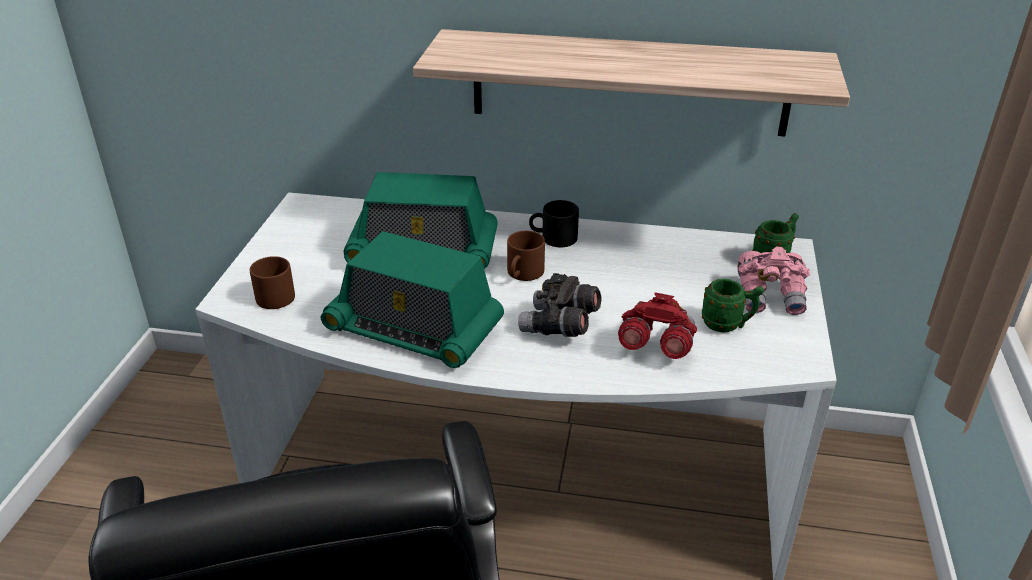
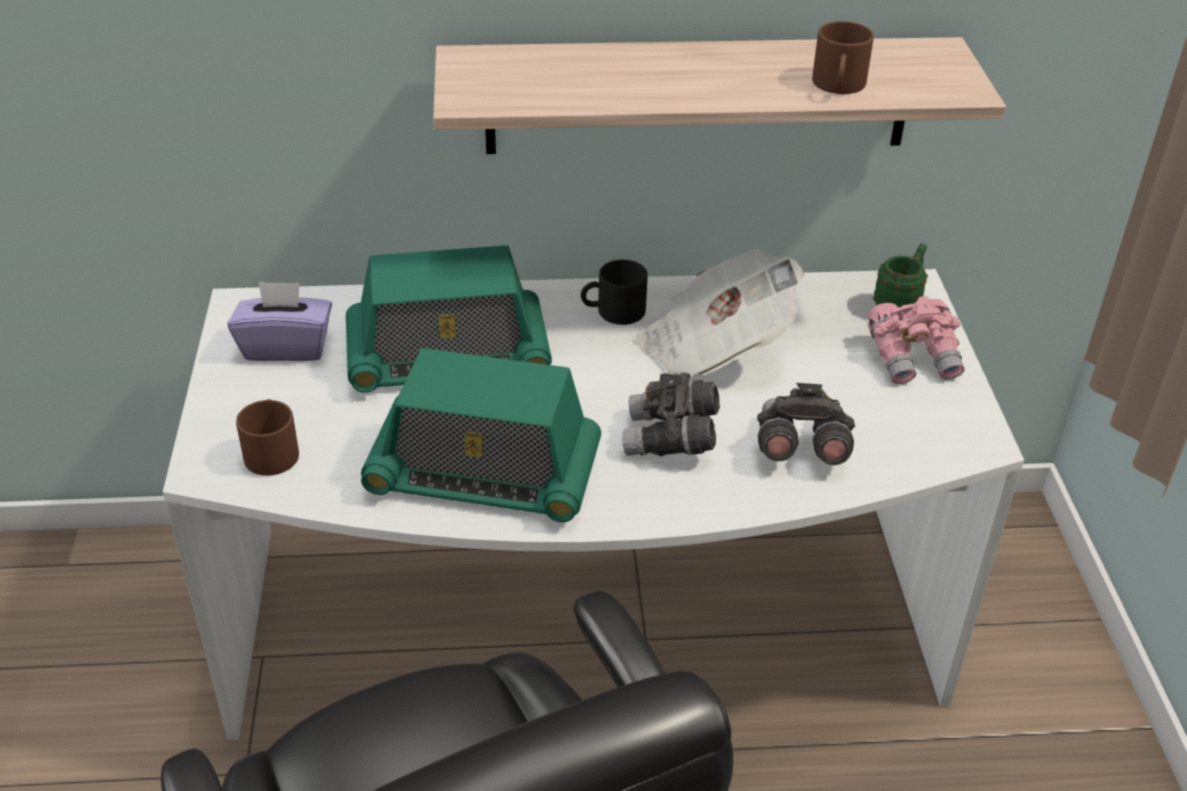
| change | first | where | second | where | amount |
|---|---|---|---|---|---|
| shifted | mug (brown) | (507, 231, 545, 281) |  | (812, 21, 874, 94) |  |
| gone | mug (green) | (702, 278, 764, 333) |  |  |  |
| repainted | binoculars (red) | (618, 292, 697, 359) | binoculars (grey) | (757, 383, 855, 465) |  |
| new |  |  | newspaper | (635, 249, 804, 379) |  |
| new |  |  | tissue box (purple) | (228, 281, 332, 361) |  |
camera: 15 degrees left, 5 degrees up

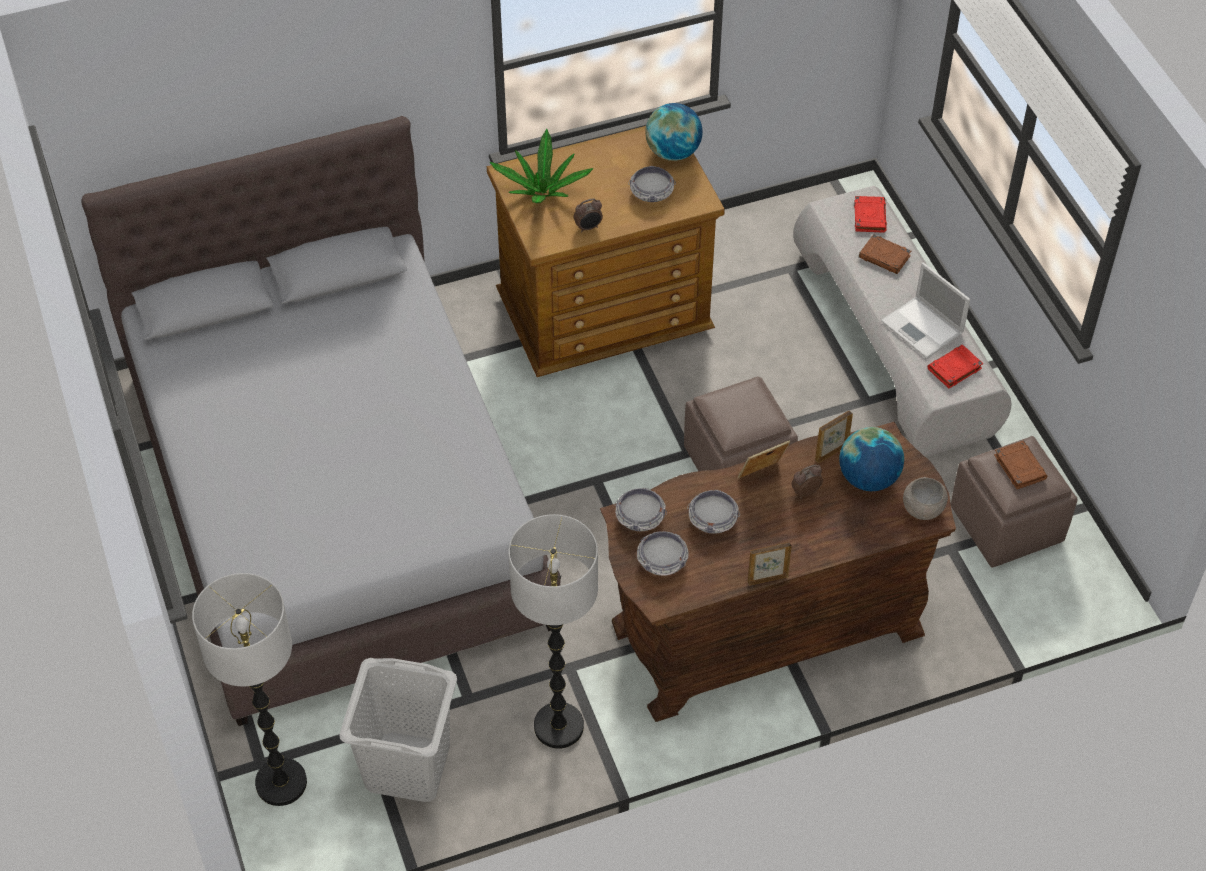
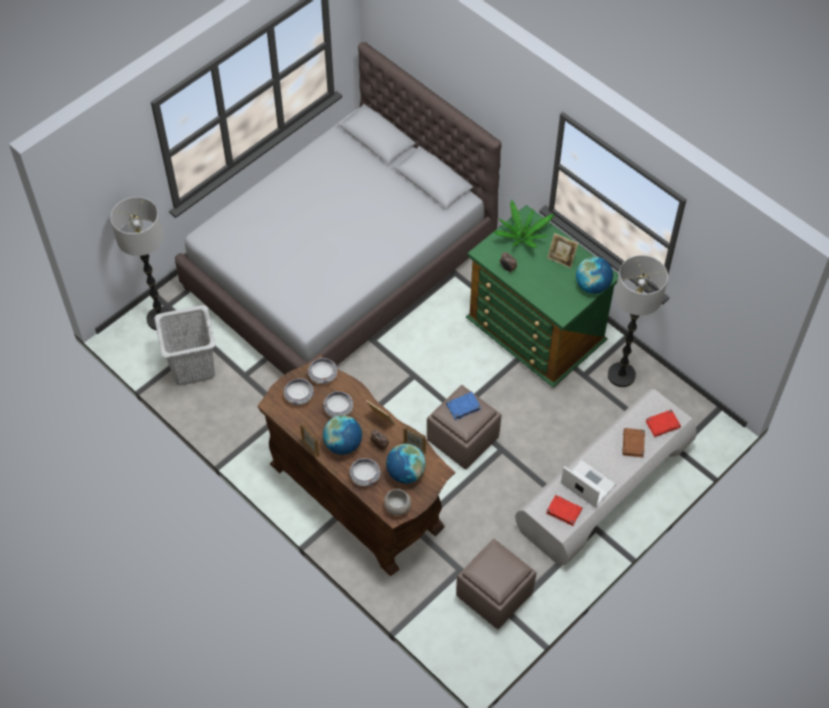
| change | first | where | second | where | amount |
|---|---|---|---|---|---|
| repainted | dresser (brown) | (487, 126, 725, 377) | dresser (green) | (466, 205, 619, 388) |  |
| shifted | bowl | (628, 166, 676, 202) |  | (349, 458, 380, 486) |  |
| rotated | laptop | (881, 262, 970, 359) |  | (561, 460, 616, 508) | 105 degrees clockwise |
| gone | book (brown) | (994, 441, 1047, 489) |  |  |  |
| shifted | floor lamp | (508, 514, 598, 749) |  | (608, 255, 668, 387) |  |
| new |  |  | picture frame | (547, 233, 578, 268) |  |
| new |  |  | book (blue) | (446, 392, 481, 420) |  |
| new |  |  | globe | (323, 415, 362, 455) |  |
camera: 65 degrees right, 5 degrees up

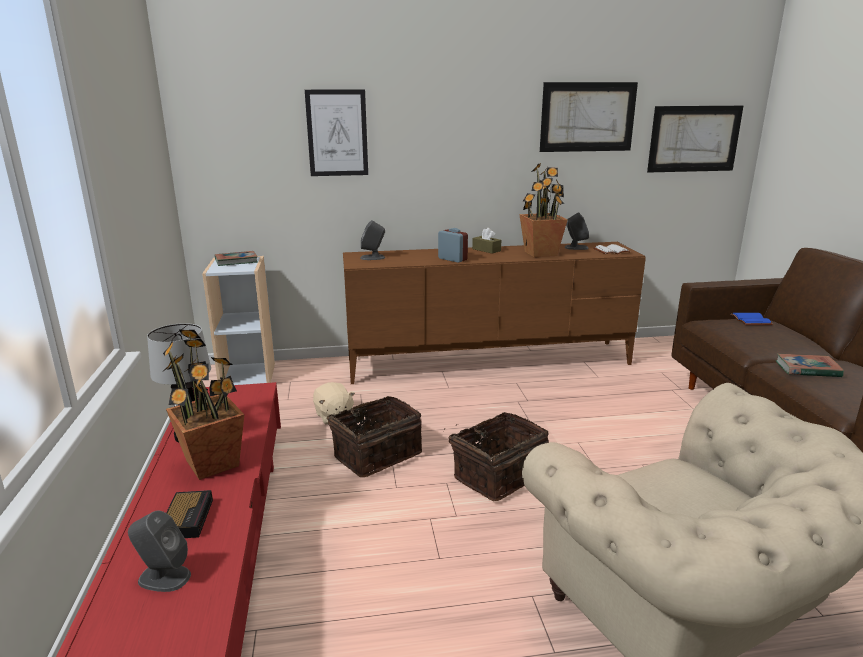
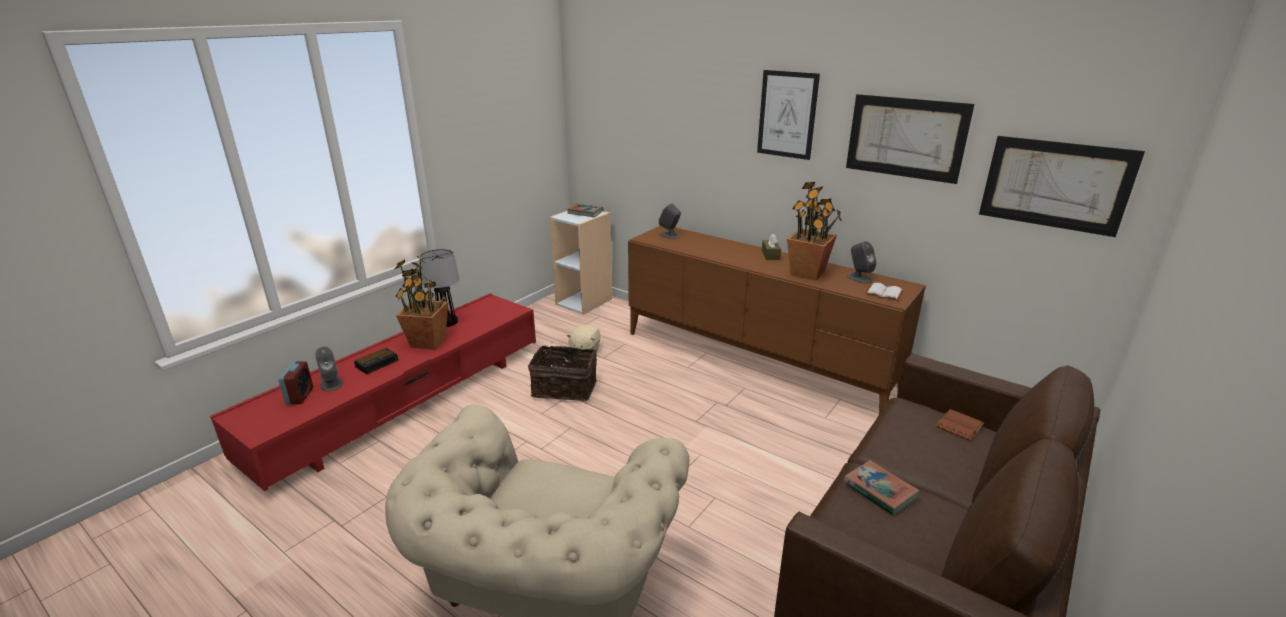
| change | first | where | second | where | amount |
|---|---|---|---|---|---|
| shifted | picture | (305, 89, 368, 176) |  | (757, 70, 820, 160) |  |
| shifted | alarm clock | (438, 228, 468, 263) |  | (278, 361, 313, 405) |  |
| repainted | book (blue) | (731, 313, 773, 325) | book (brown) | (935, 409, 984, 441) |  |
| gone | basket | (444, 412, 549, 501) |  |  |  |
camera: 45 degrees right, 5 degrees up

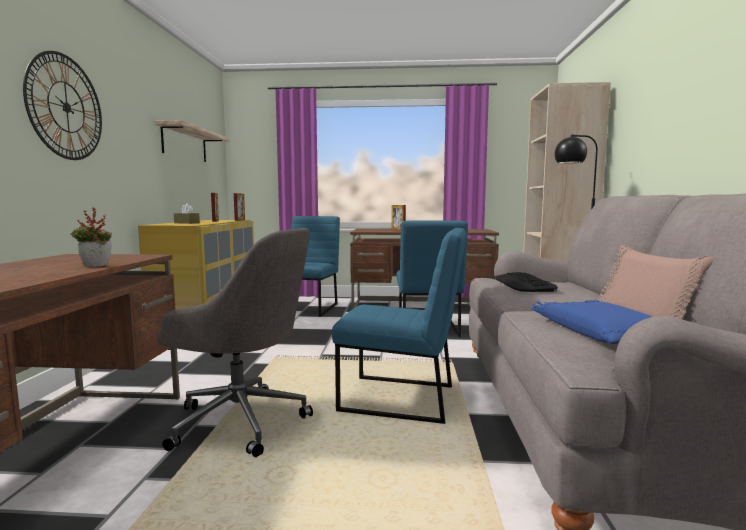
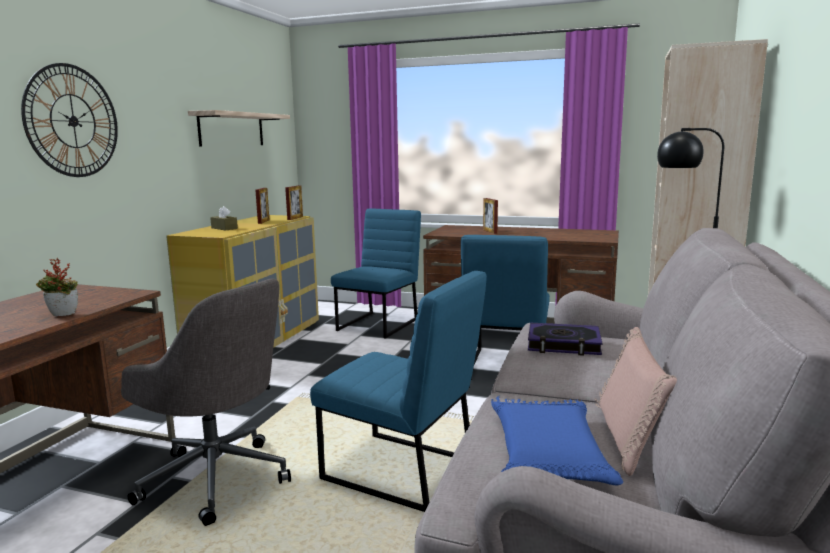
| change | first | where | second | where | amount |
|---|---|---|---|---|---|
| swapped | keyboard | (495, 272, 558, 292) | book | (528, 323, 602, 356) |  |
camera: 15 degrees right, 5 degrees up

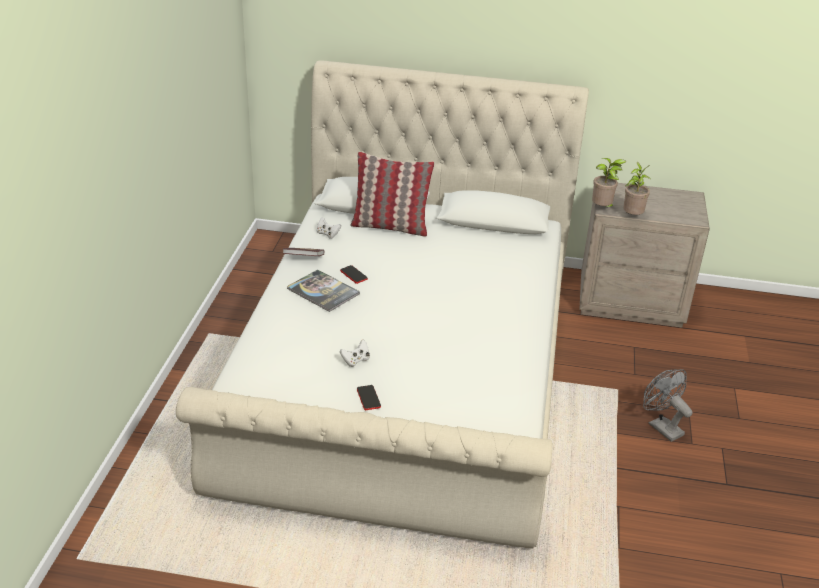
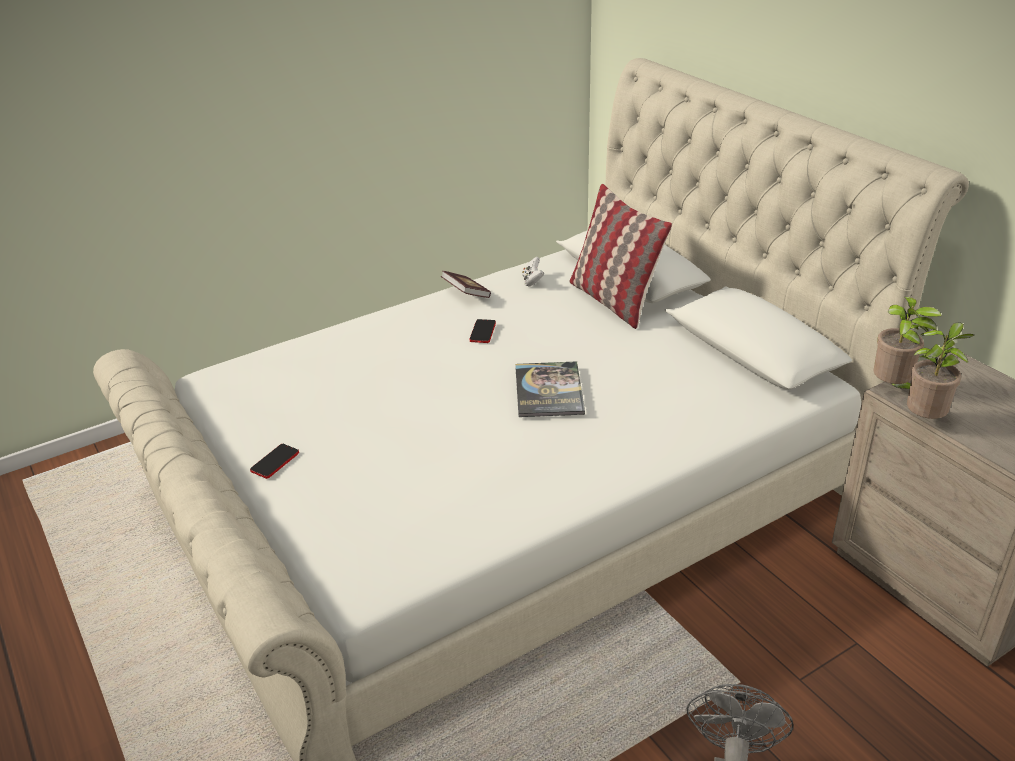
| change | first | where | second | where | amount |
|---|---|---|---|---|---|
| shifted | book | (287, 270, 360, 312) |  | (515, 361, 585, 417) |  |
| gone | game controller (white) | (340, 339, 370, 367) |  |  |  |
camera: 50 degrees right, 0 degrees up

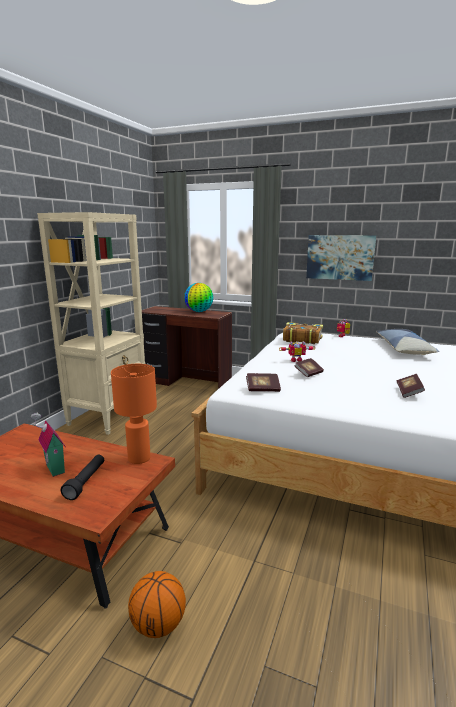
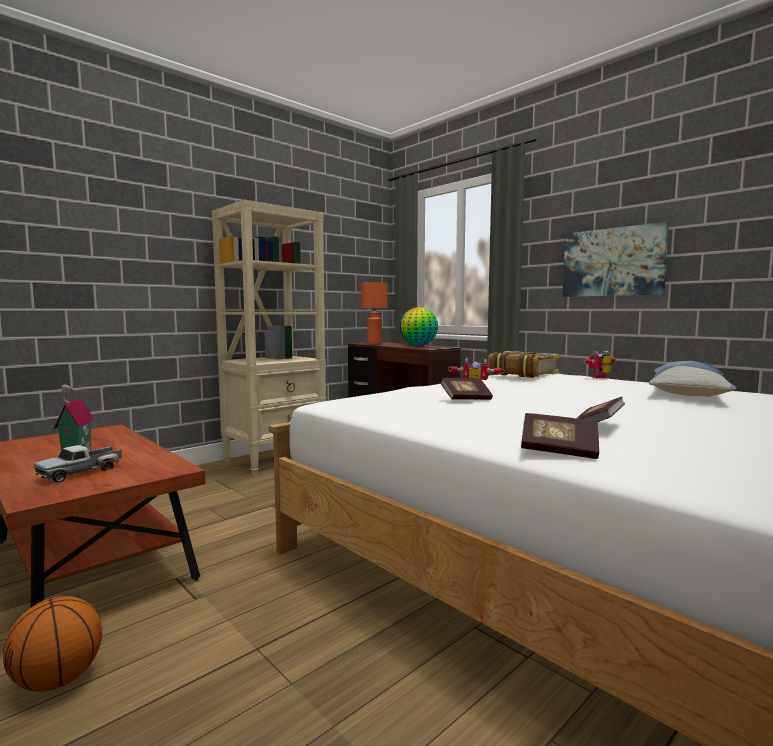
| change | first | where | second | where | amount |
|---|---|---|---|---|---|
| shifted | table lamp (orange) | (111, 364, 157, 464) |  | (361, 282, 388, 345) |  |
| shifted | book | (246, 373, 281, 392) |  | (521, 413, 599, 459) |  |
| swapped | flashlight (black) | (61, 455, 104, 500) | toy truck | (34, 445, 122, 483) |  |
camera: 25 degrees right, 10 degrees down

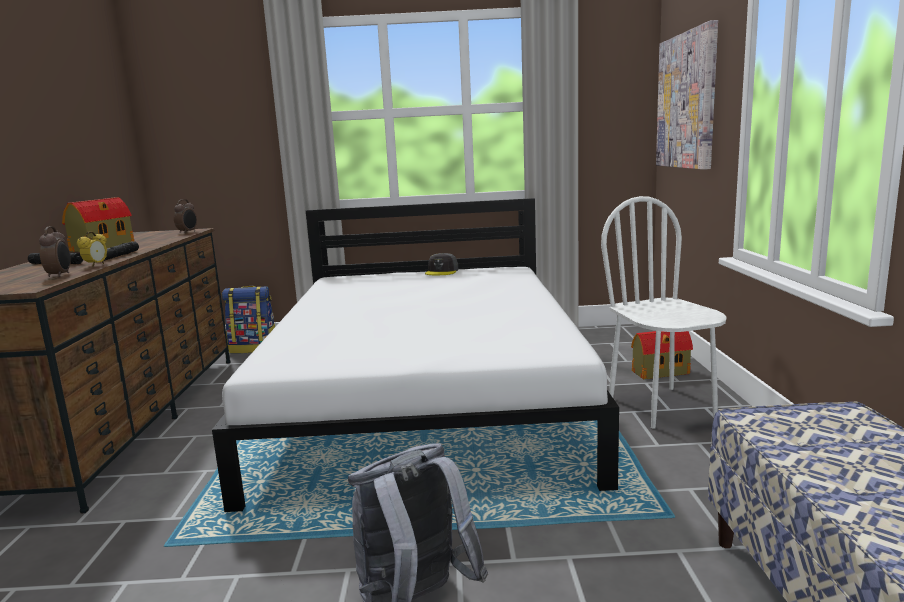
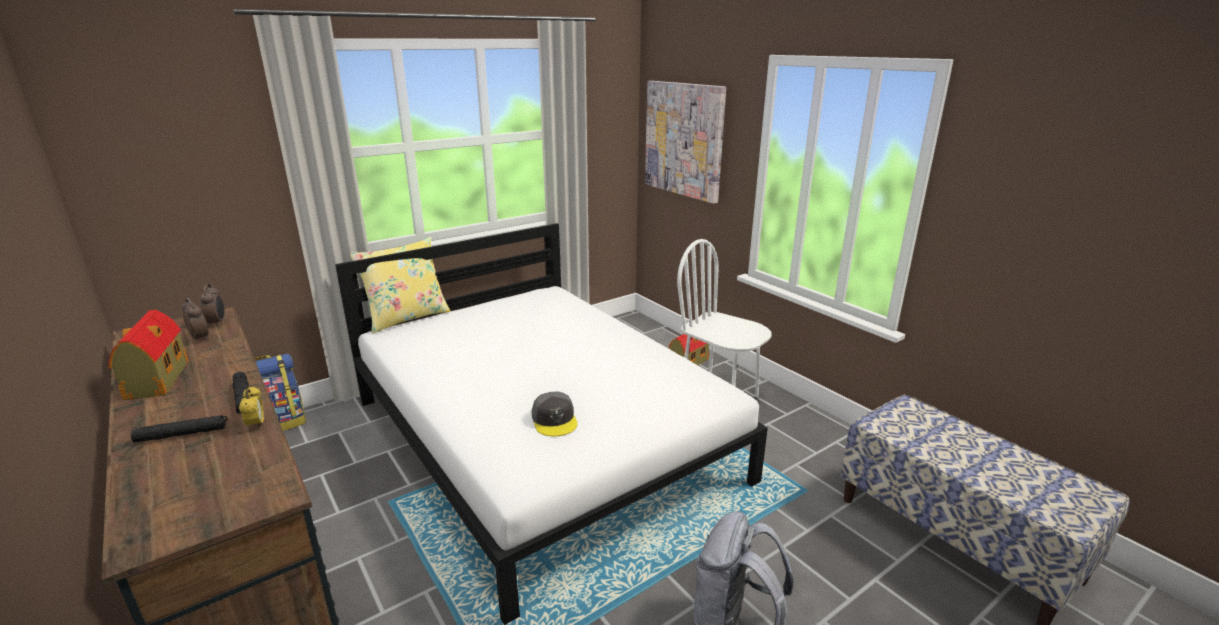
| change | first | where | second | where | amount |
|---|---|---|---|---|---|
| shifted | alarm clock | (39, 226, 71, 277) |  | (182, 298, 209, 342) |  |
| shifted | cap (grey) | (425, 253, 458, 275) |  | (532, 392, 577, 436) |  |
| new |  |  | pillow (yellow) | (350, 237, 451, 334) |  |
camera: 35 degrees left, 10 degrees up

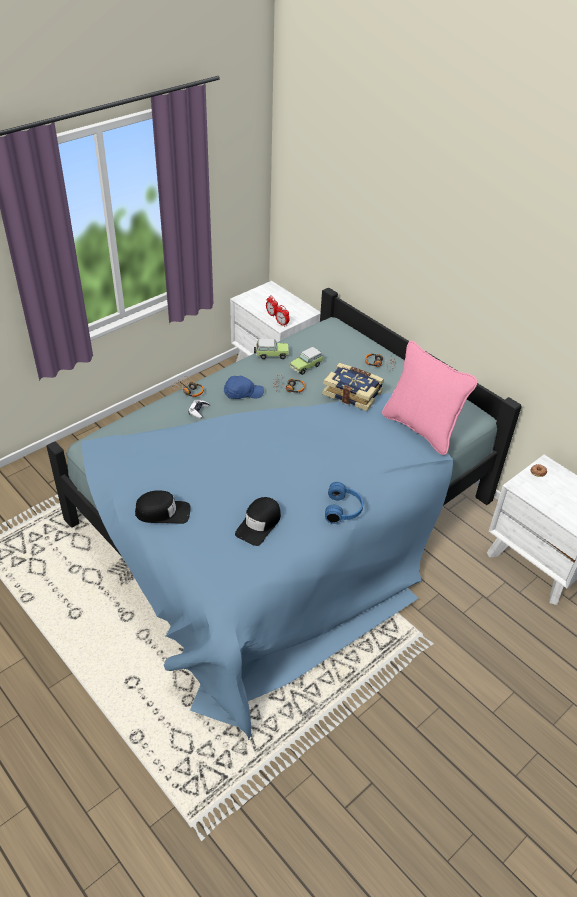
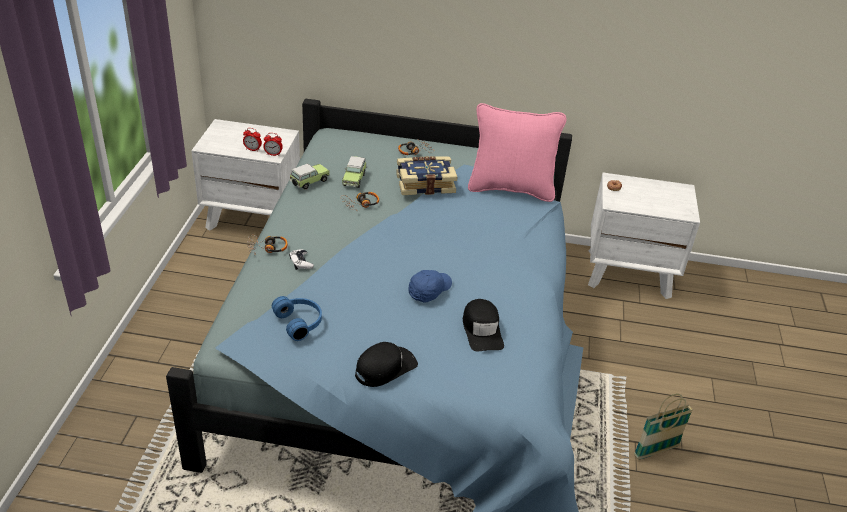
| change | first | where | second | where | amount |
|---|---|---|---|---|---|
| shifted | cap (blue) | (224, 376, 264, 399) |  | (409, 270, 452, 302) |  |
| shifted | headphones (blue) | (325, 482, 363, 524) |  | (272, 296, 322, 341) |  |
| new |  |  | basket | (634, 394, 693, 459) |  |
camera: 40 degrees left, 5 degrees down

